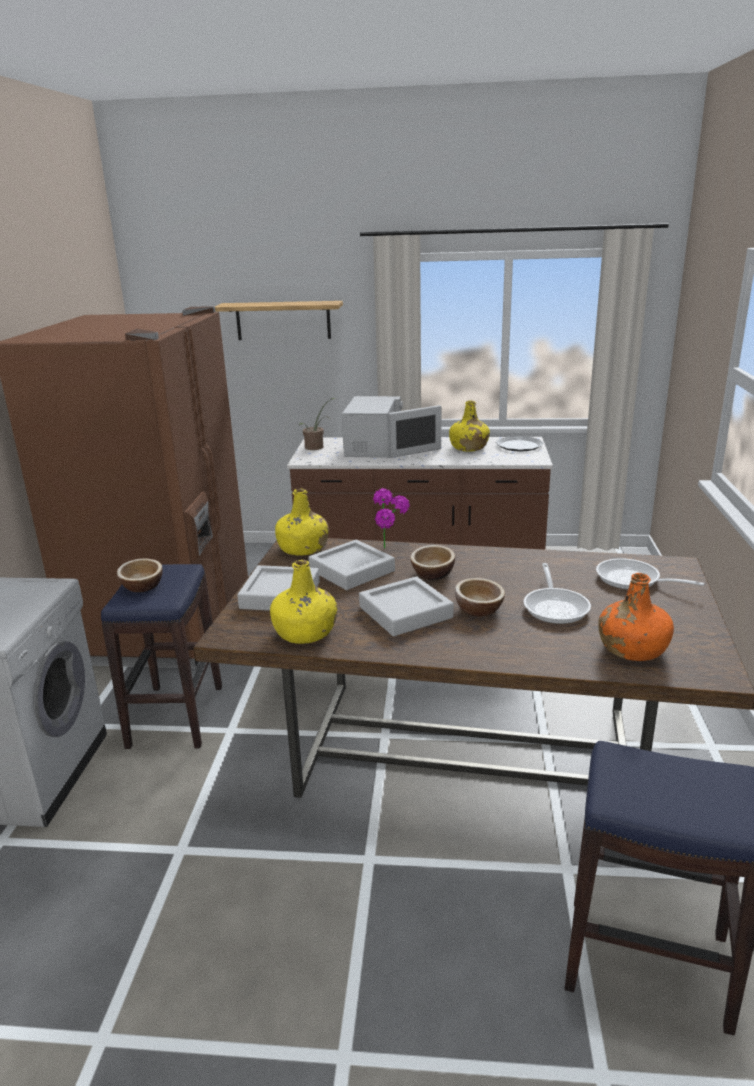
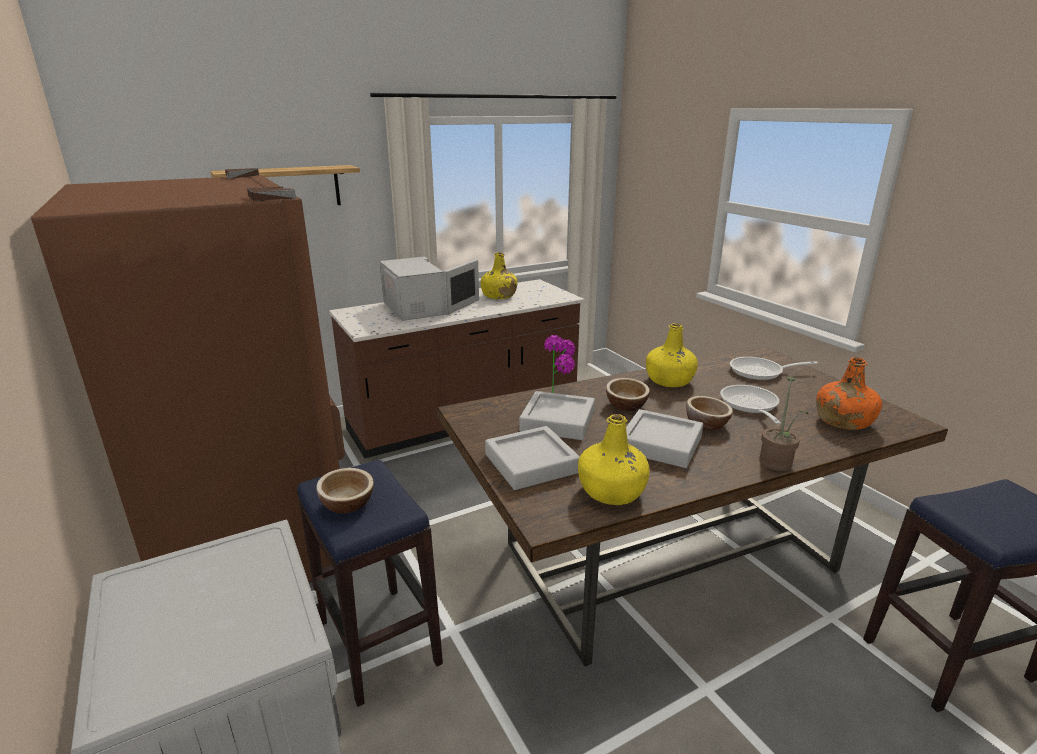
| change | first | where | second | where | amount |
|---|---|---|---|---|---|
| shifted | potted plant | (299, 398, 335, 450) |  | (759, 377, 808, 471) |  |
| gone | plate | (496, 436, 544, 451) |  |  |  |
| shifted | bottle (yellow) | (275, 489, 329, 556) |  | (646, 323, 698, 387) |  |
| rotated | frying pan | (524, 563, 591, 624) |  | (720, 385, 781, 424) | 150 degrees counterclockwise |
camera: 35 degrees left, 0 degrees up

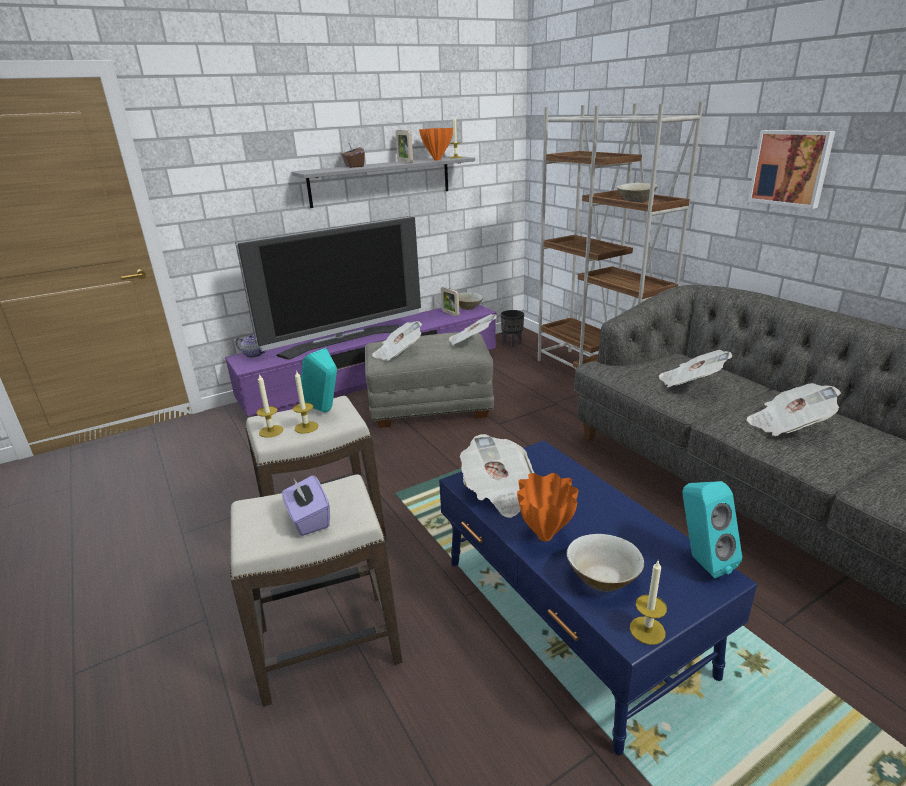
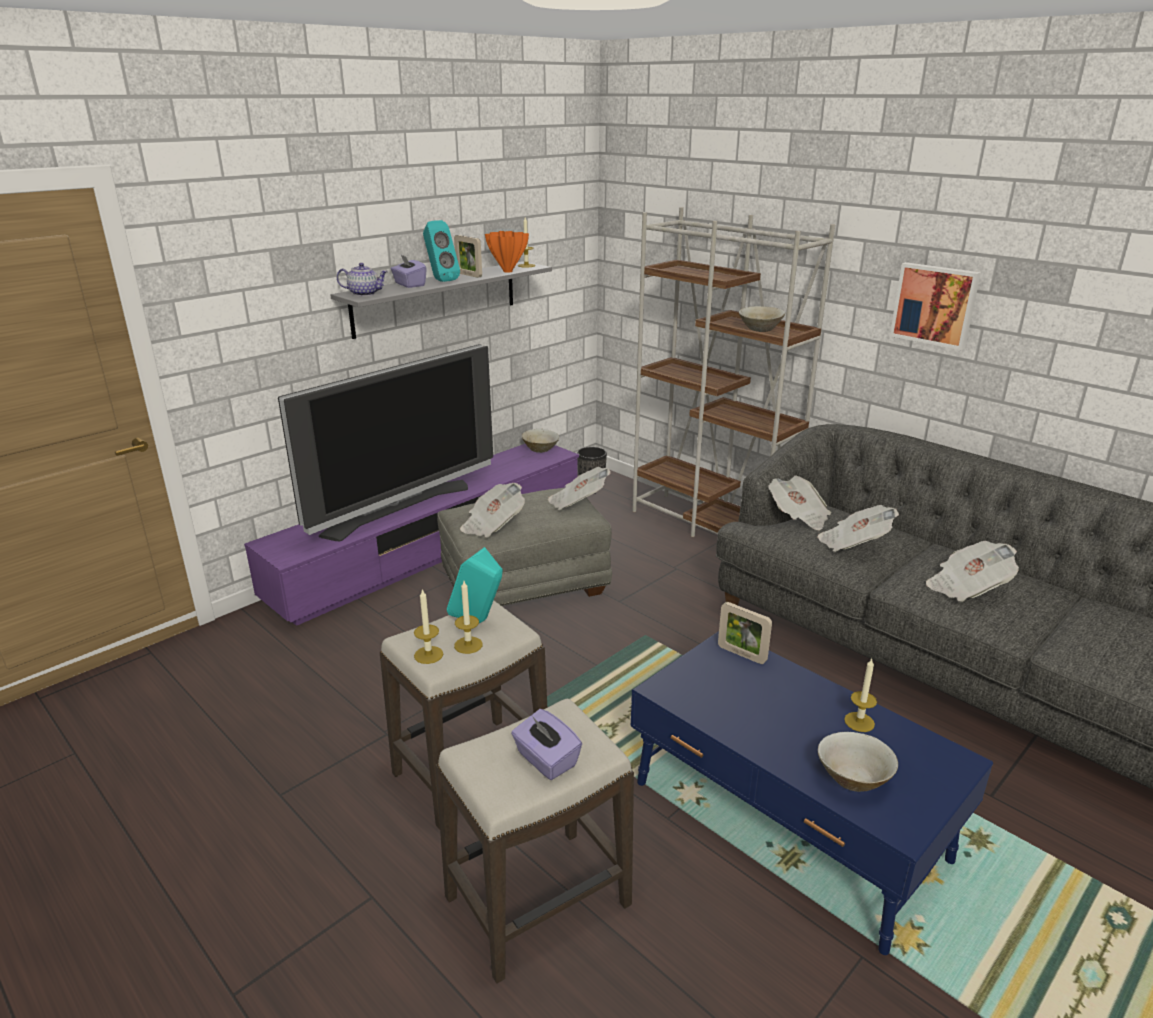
| change | first | where | second | where | amount |
|---|---|---|---|---|---|
| repainted | tissue box (brown) | (342, 143, 365, 168) | tissue box (purple) | (391, 255, 427, 288) |  |
| shifted | picture frame | (441, 287, 459, 317) |  | (718, 602, 772, 664) |  |
| shifted | teapot | (236, 334, 266, 358) |  | (337, 263, 388, 296) |  |
| shifted | newspaper | (460, 434, 534, 518) |  | (769, 475, 831, 530) |  |
| gone | vase (orange) | (517, 473, 579, 541) |  |  |  |
| shifted | speaker (turquoise) | (683, 481, 742, 579) |  | (423, 220, 460, 282) |  |
| shifted | candle | (630, 561, 667, 645) |  | (844, 659, 877, 732) |  |
camera: 15 degrees left, 0 degrees up

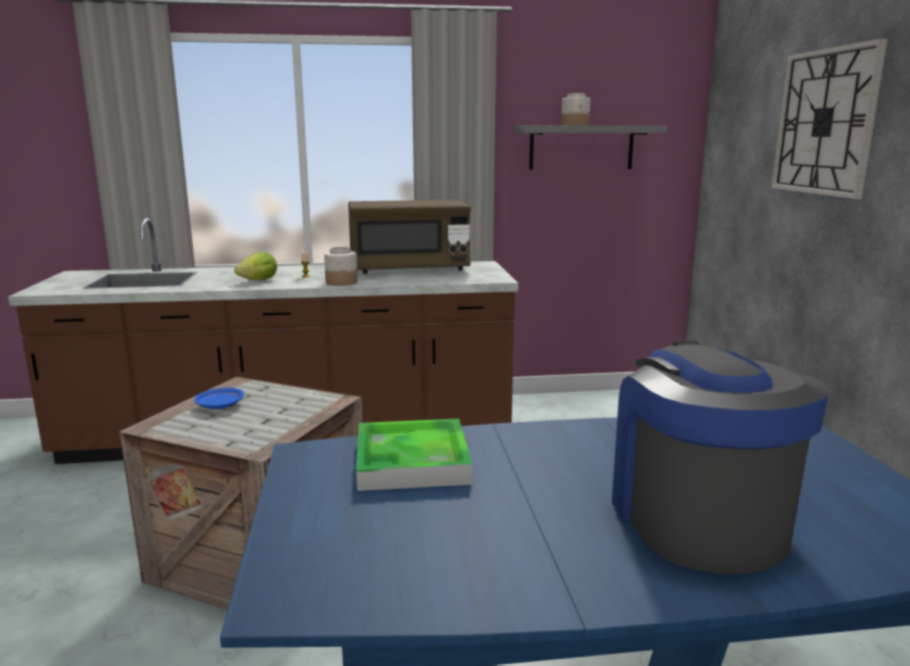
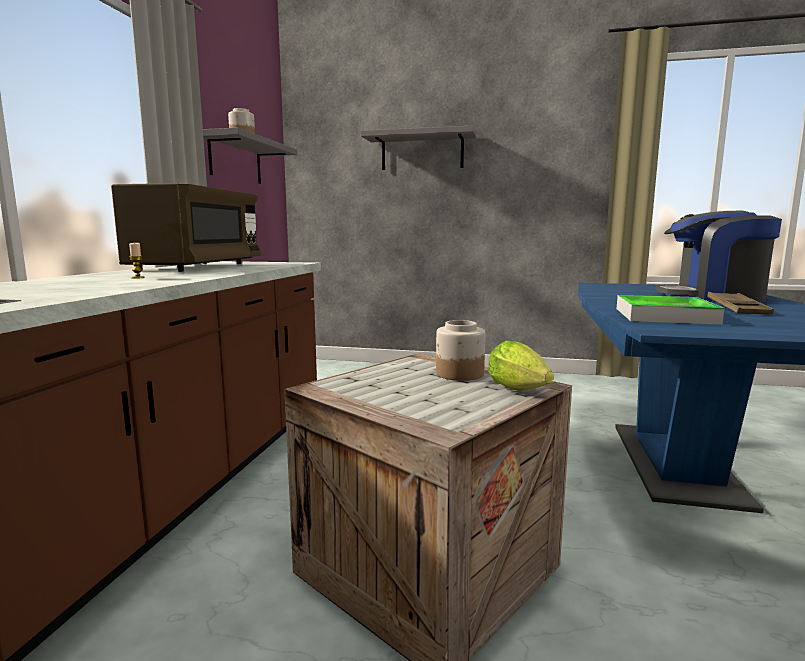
| change | first | where | second | where | amount |
|---|---|---|---|---|---|
| swapped | wall clock | (772, 38, 888, 199) | shelf (grey) | (361, 126, 477, 170) |  |
| shifted | jar | (324, 247, 358, 286) |  | (436, 320, 485, 381) |  |
| shifted | lettuce | (234, 252, 277, 280) |  | (488, 341, 554, 390) |  |
| gone | plate (blue) | (195, 387, 244, 409) |  |  |  |
| new |  |  | tray (brown) | (707, 292, 774, 315) |  |
camera: 70 degrees left, 5 degrees down

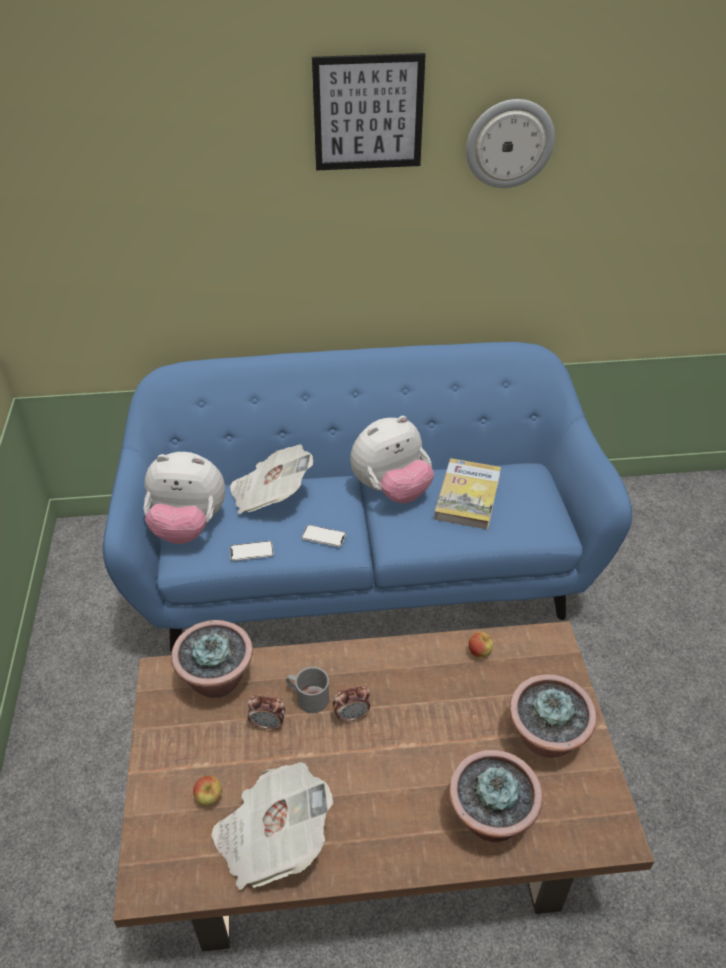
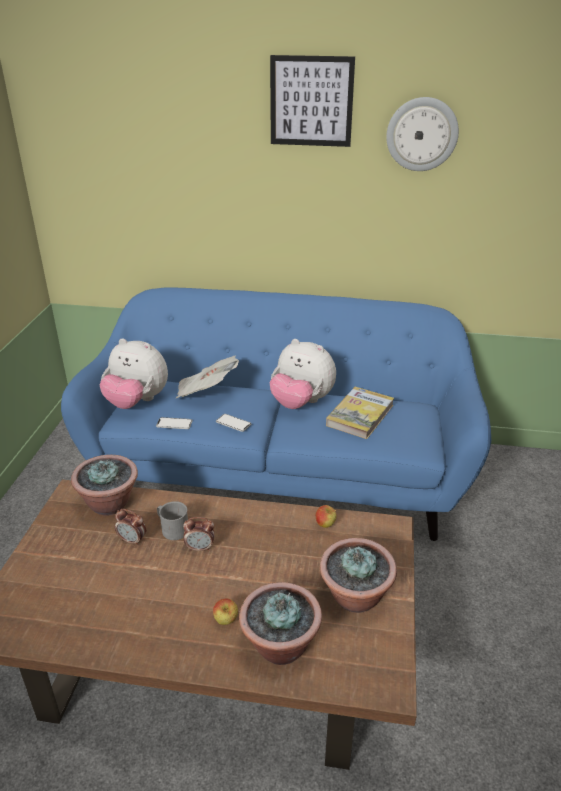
| change | first | where | second | where | amount |
|---|---|---|---|---|---|
| rotated | plush toy | (350, 416, 434, 503) |  | (270, 339, 336, 409) | 45 degrees clockwise |
| gone | newspaper | (211, 762, 333, 890) |  |  |  |
| shifted | apple | (193, 776, 222, 806) |  | (213, 599, 238, 625) |  |
camera: 15 degrees right, 10 degrees down

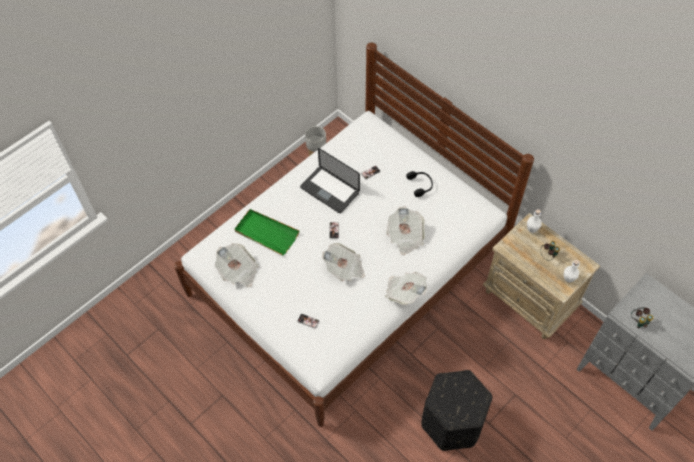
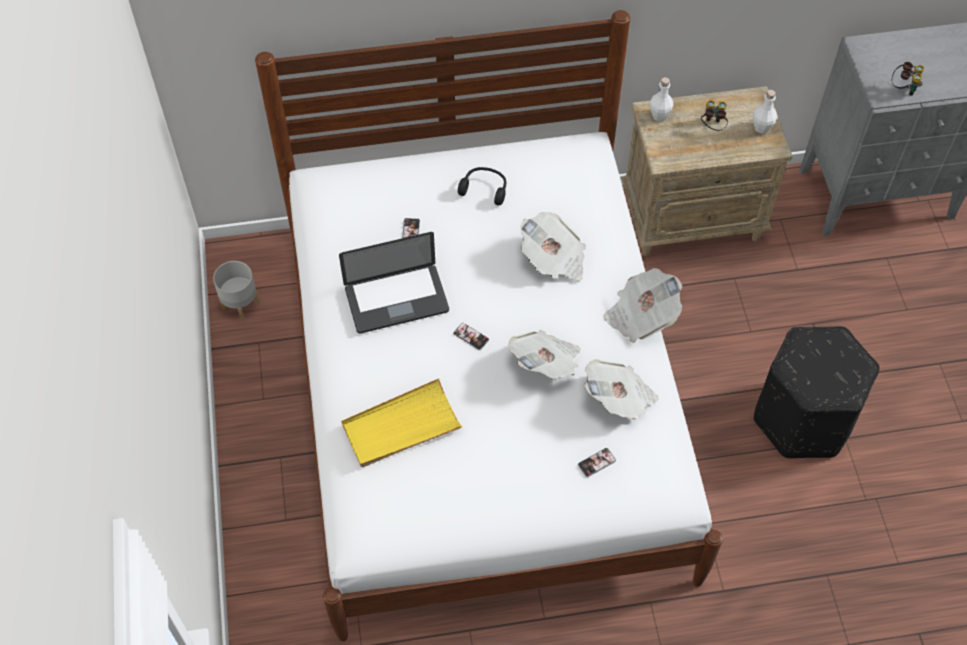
| change | first | where | second | where | amount |
|---|---|---|---|---|---|
| repainted | tray (green) | (234, 209, 299, 256) | tray (yellow) | (341, 378, 463, 467) |  |
| shifted | newspaper | (214, 243, 259, 287) |  | (584, 359, 659, 420) |  |
camera: 55 degrees left, 0 degrees up

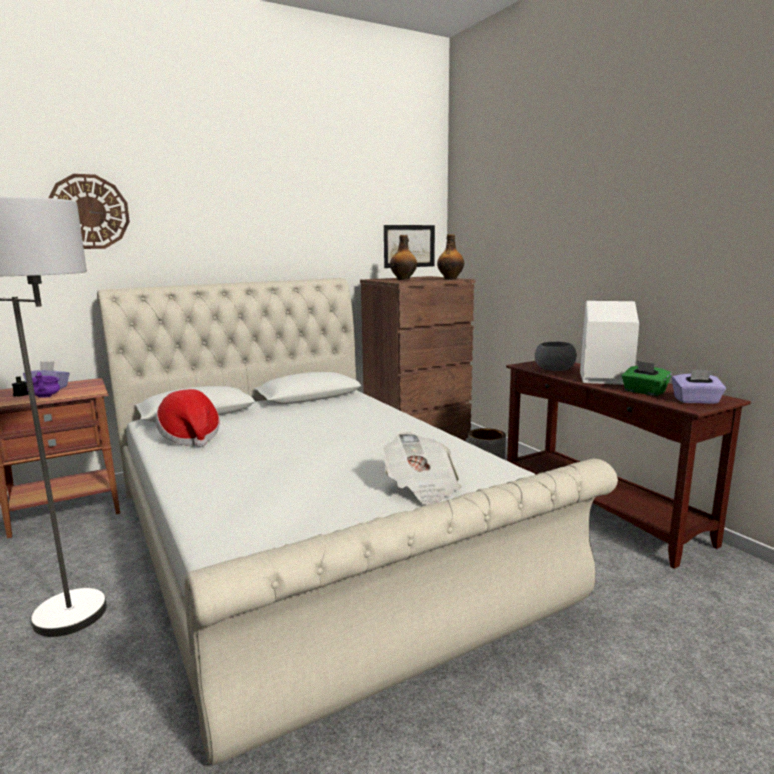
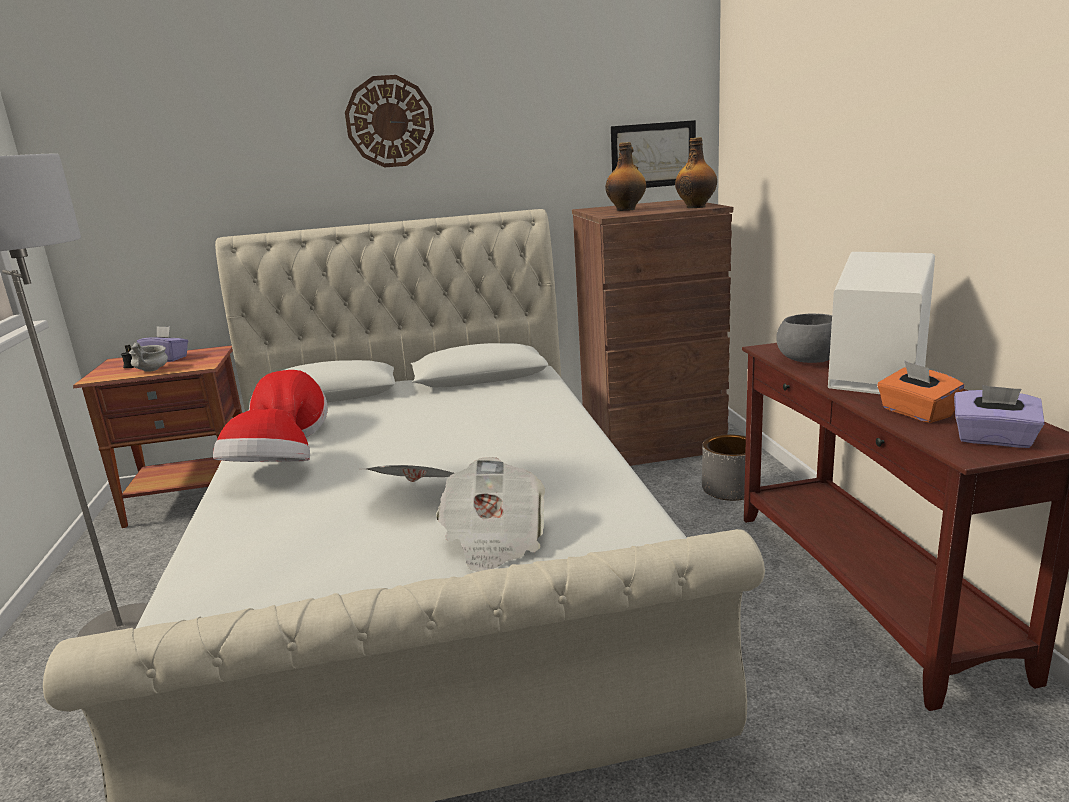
| change | first | where | second | where | amount |
|---|---|---|---|---|---|
| shifted | wall clock | (49, 174, 130, 249) |  | (345, 75, 434, 168) |  |
| repainted | tissue box (green) | (622, 361, 672, 396) | tissue box (orange) | (877, 360, 965, 423) |  |
| repainted | bowl (purple) | (27, 372, 60, 398) | bowl (grey) | (129, 342, 168, 372) |  |
| new |  |  | hat | (213, 409, 310, 462) |  |
| new |  |  | newspaper | (360, 465, 454, 482) |  |
camera: 20 degrees right, 5 degrees up

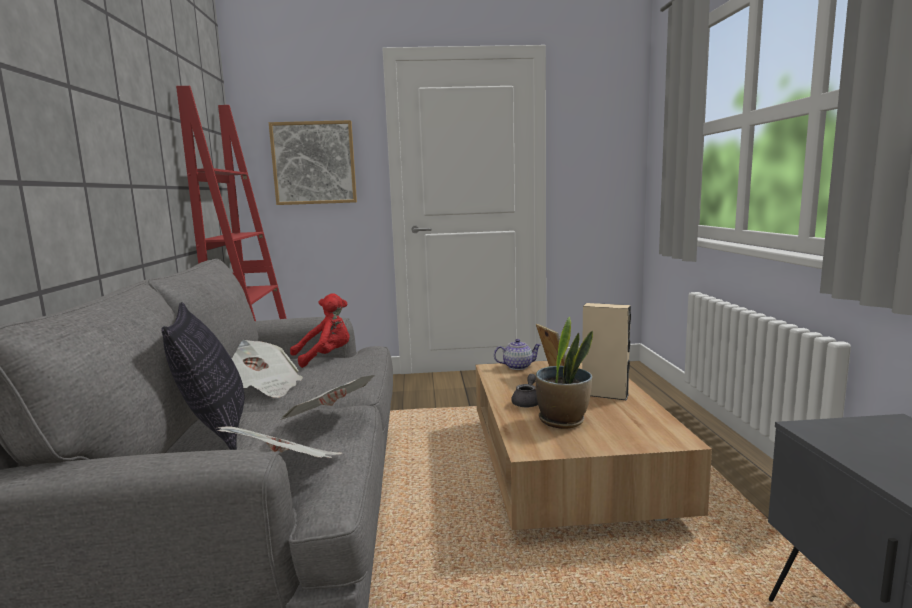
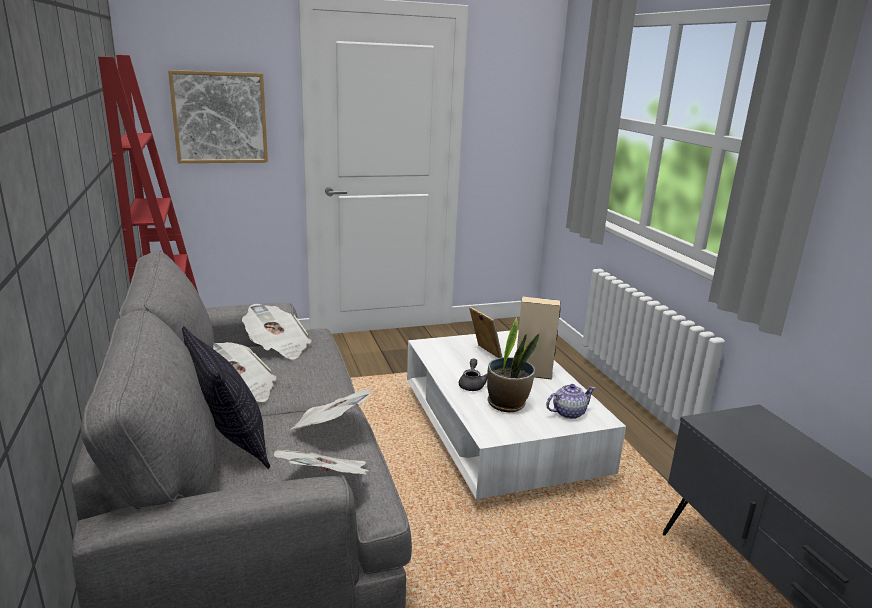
| change | first | where | second | where | amount |
|---|---|---|---|---|---|
| swapped | plush toy (red) | (290, 293, 350, 368) | newspaper | (242, 304, 311, 360) |  |
| shifted | teapot | (494, 339, 542, 370) |  | (546, 384, 595, 419) |  |
| repainted | coffee table (brown) | (476, 361, 712, 530) | coffee table (white) | (407, 330, 626, 499) |  |
camera: 15 degrees left, 10 degrees up

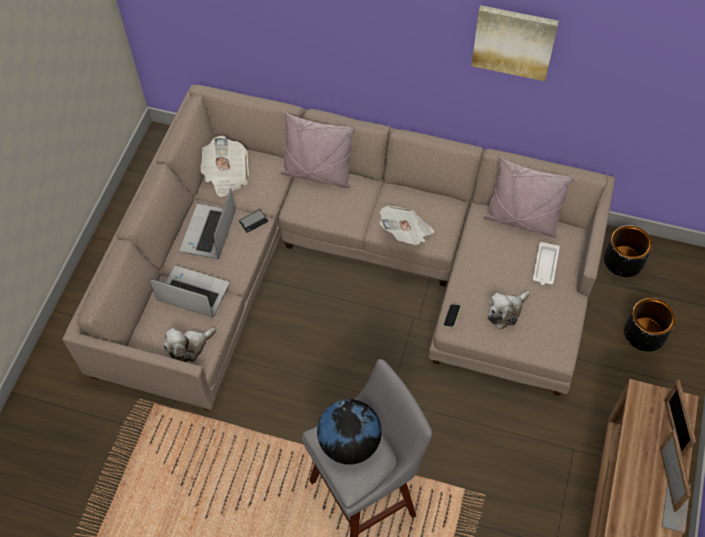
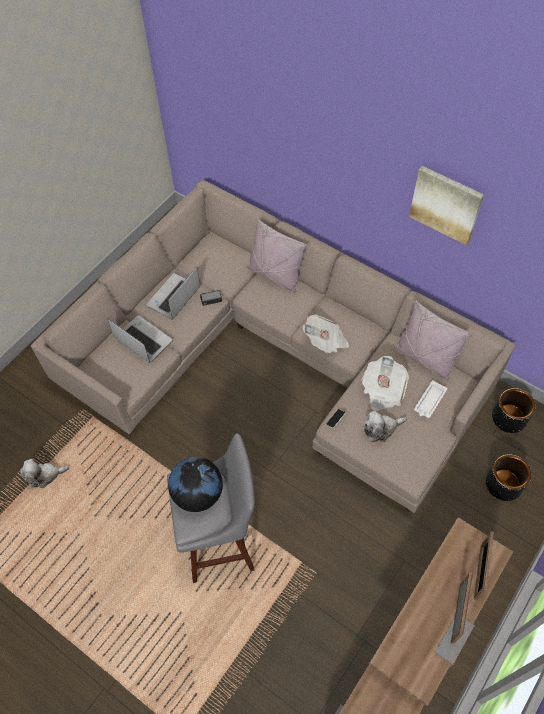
| change | first | where | second | where | amount |
|---|---|---|---|---|---|
| shifted | newspaper | (200, 136, 249, 197) |  | (361, 356, 409, 411) |  |
| shifted | plush toy | (163, 328, 216, 362) |  | (20, 459, 69, 488) |  |
camera: 20 degrees right, 0 degrees up

